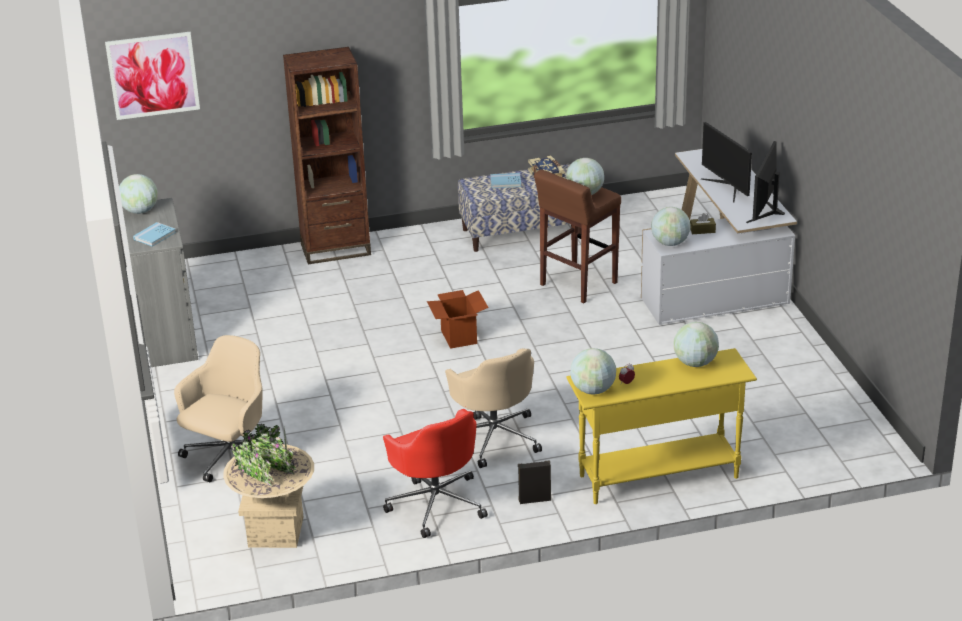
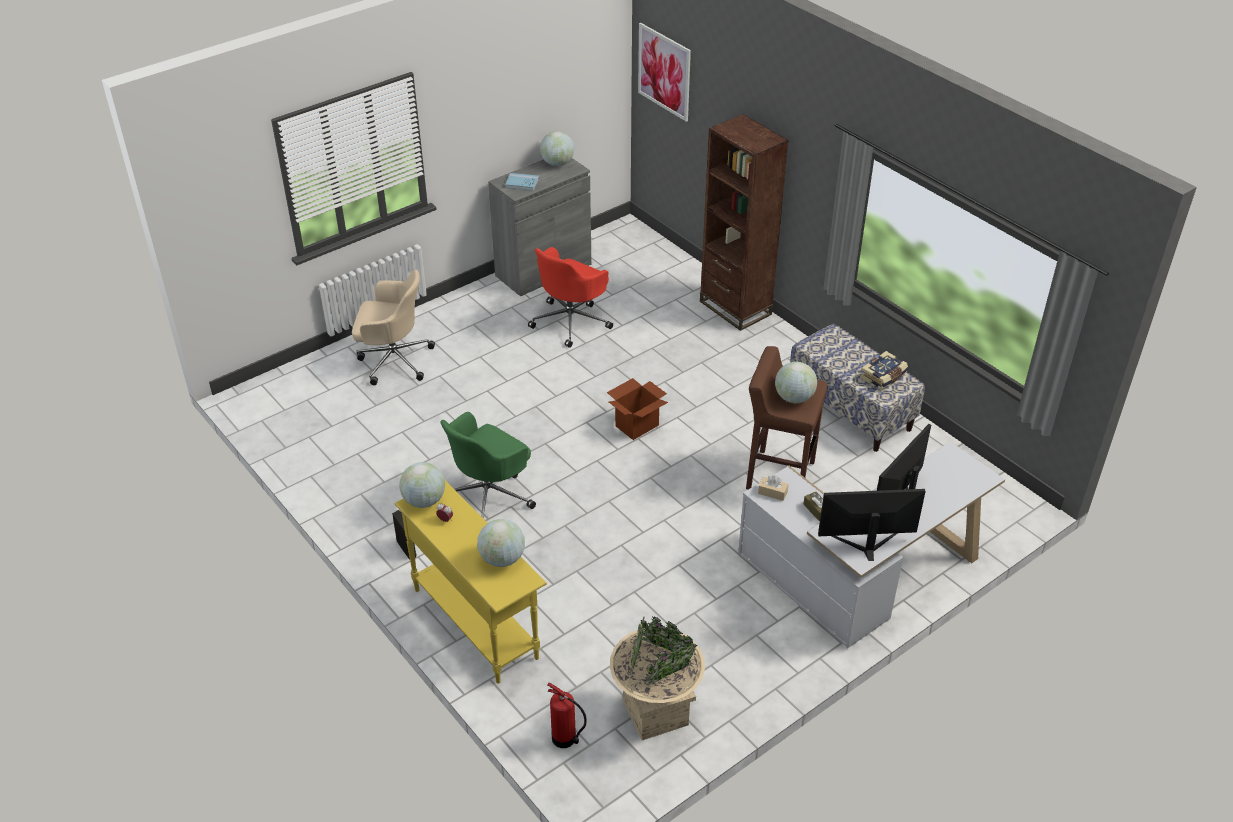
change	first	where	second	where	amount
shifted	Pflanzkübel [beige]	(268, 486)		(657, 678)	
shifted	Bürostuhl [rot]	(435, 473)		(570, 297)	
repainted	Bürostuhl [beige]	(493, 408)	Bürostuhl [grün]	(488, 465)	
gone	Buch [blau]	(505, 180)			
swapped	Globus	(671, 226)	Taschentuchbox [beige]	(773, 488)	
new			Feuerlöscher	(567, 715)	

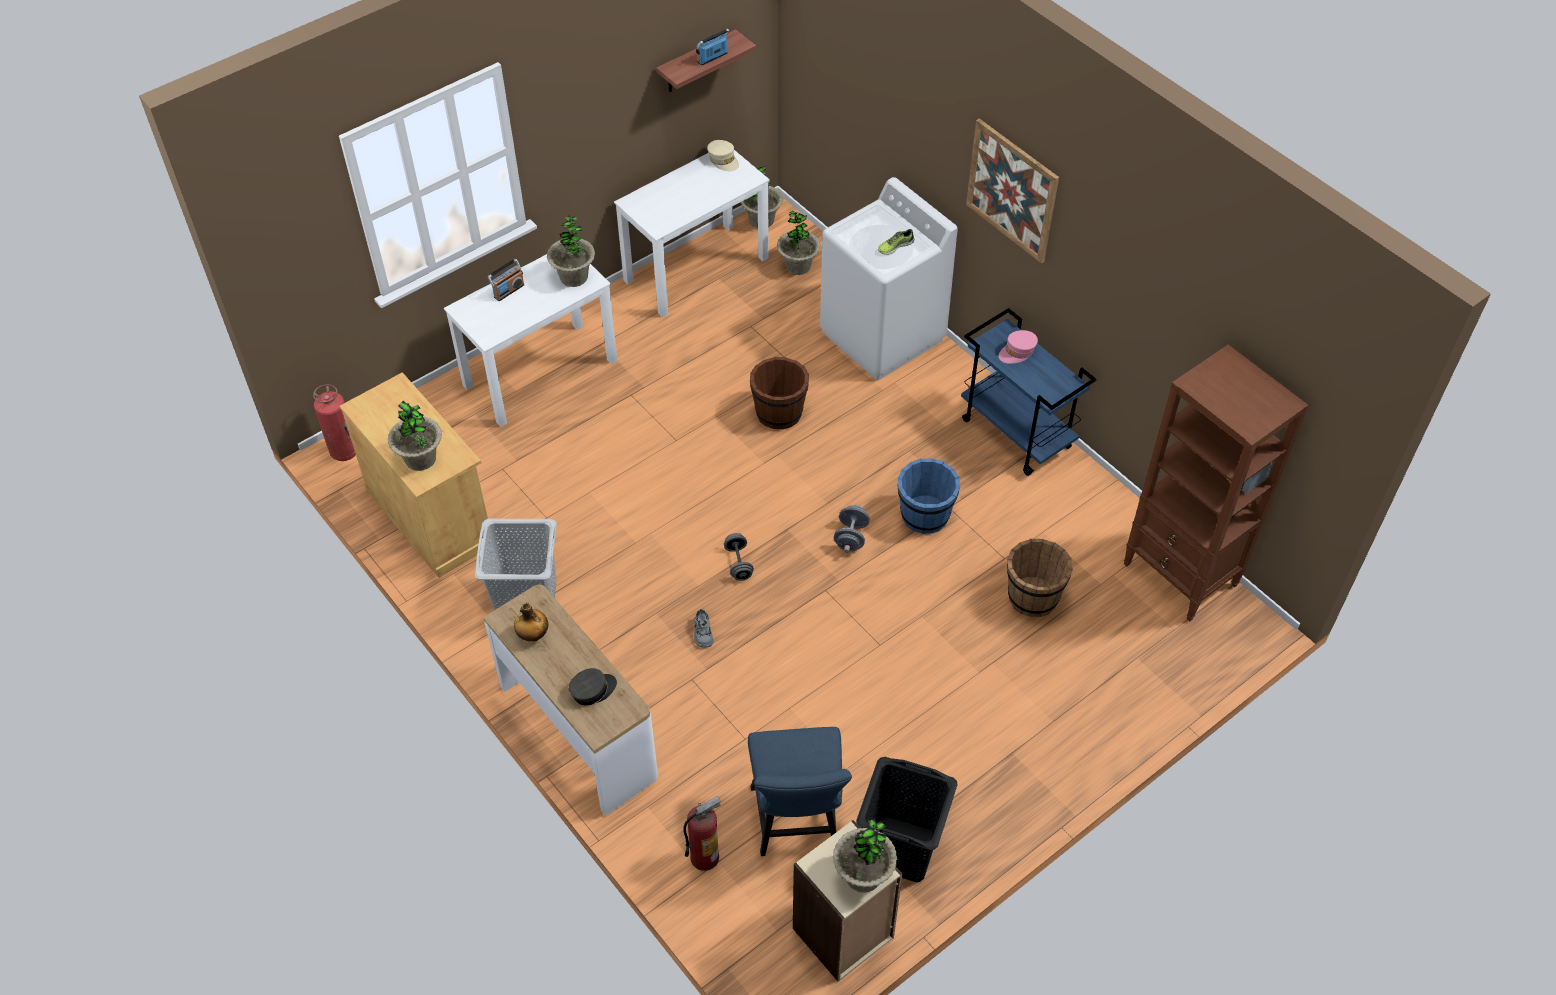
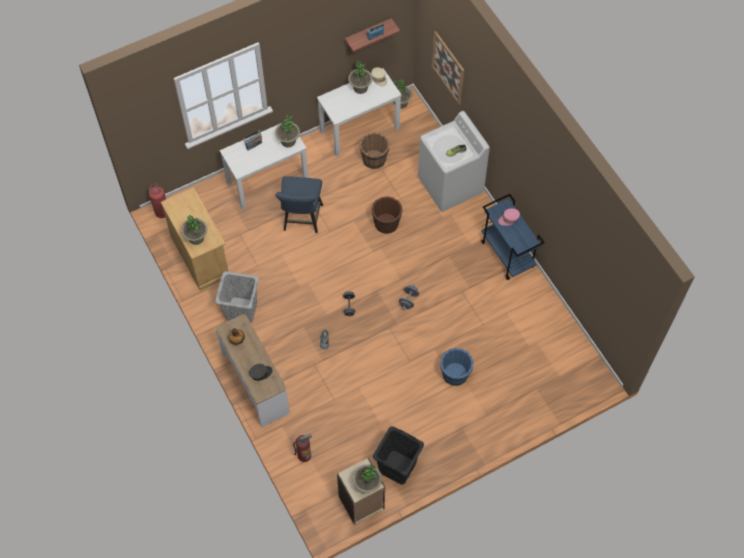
change	first	where	second	where	amount
shifted	Stuhl [blau]	(800, 791)		(299, 204)	
shifted	Topfpflanze	(798, 243)		(360, 77)	
shifted	Eimer [blau]	(929, 496)		(457, 367)	
shifted	Bild	(1012, 191)		(448, 68)	
shifted	Eimer [braun]	(1040, 578)		(374, 150)	
gone	Bücherregal [braun]	(1216, 483)			

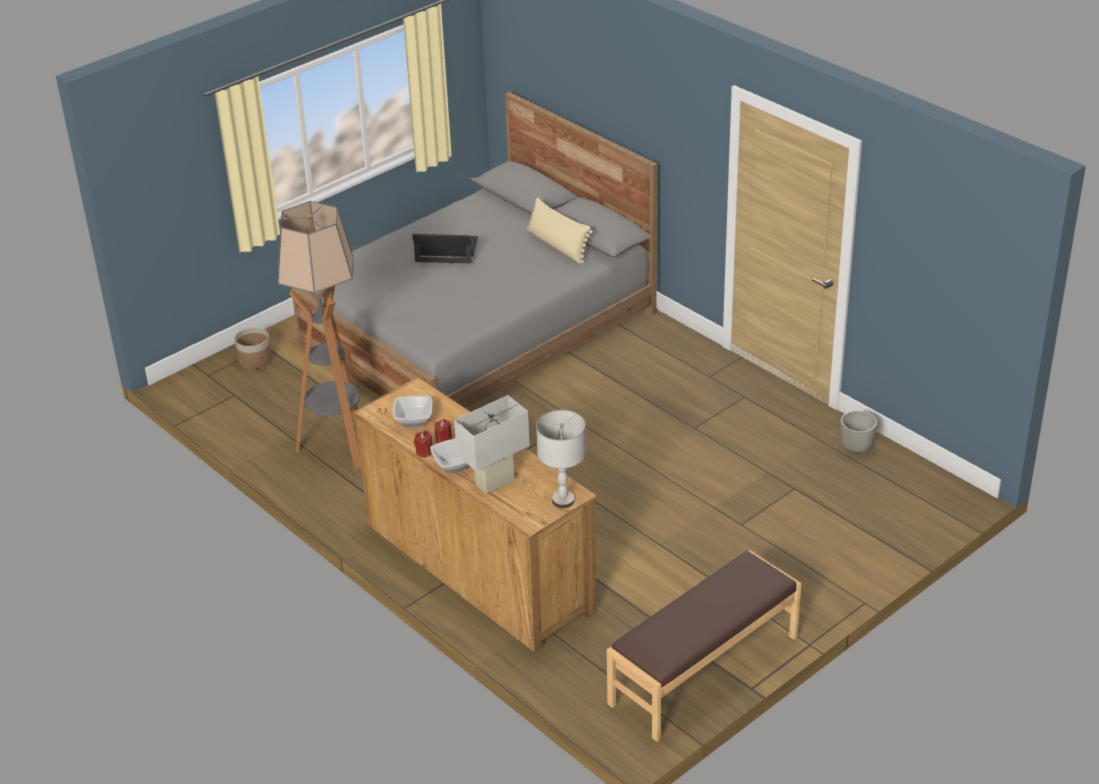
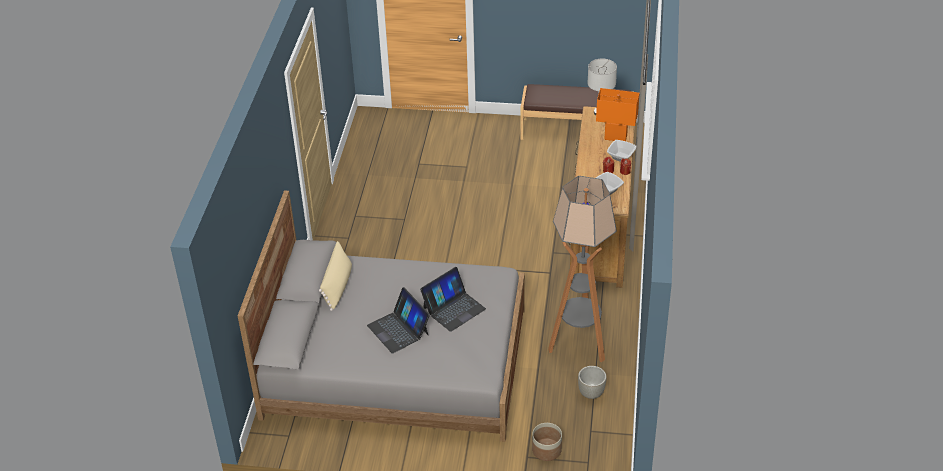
change	first	where	second	where	amount
repainted	Tischlampe [weiß]	(492, 444)	Tischlampe [orange]	(618, 114)	
shifted	Pflanzkübel [grau]	(859, 432)		(592, 382)	
new			Laptop	(453, 299)	

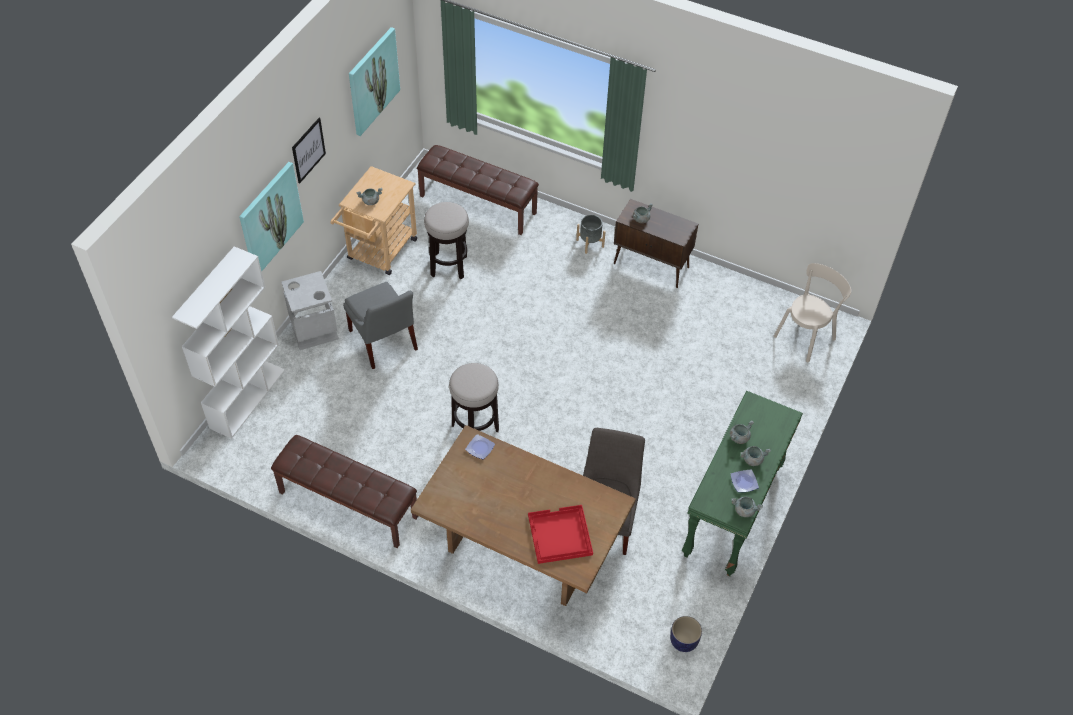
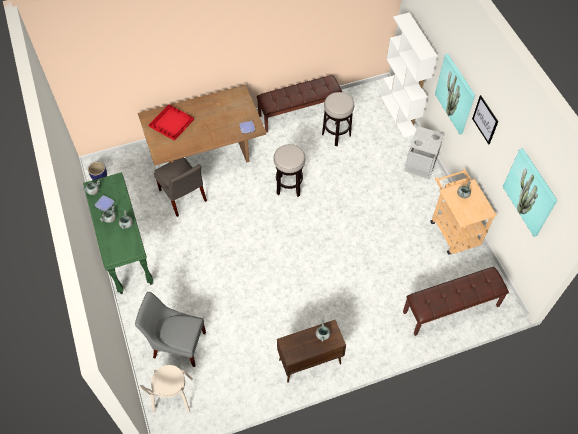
change	first	where	second	where	amount
shifted	Stuhl [grau]	(380, 325)		(170, 329)	
shifted	Hocker	(446, 241)		(338, 119)	
gone	Pflanzkübel [grau]	(591, 234)			

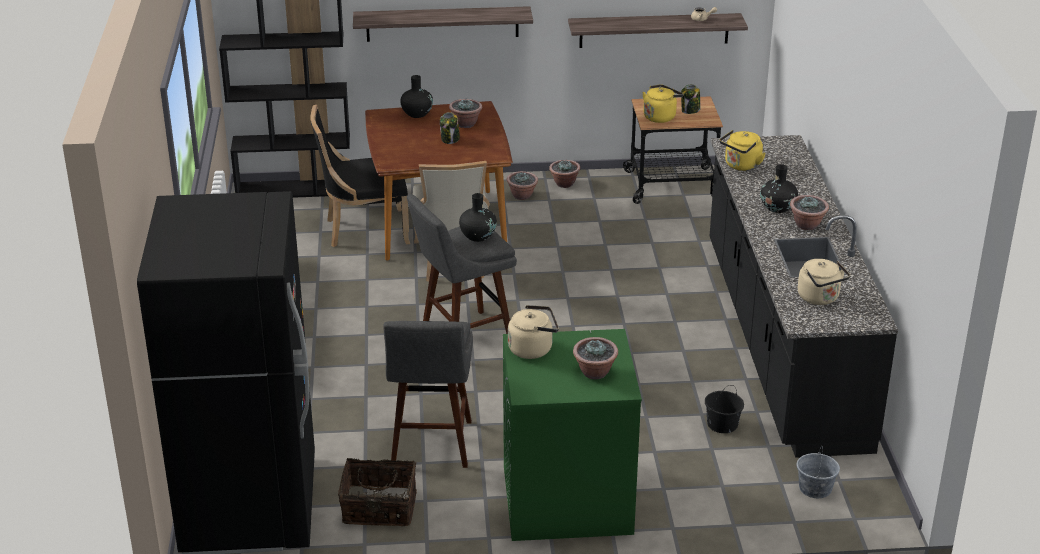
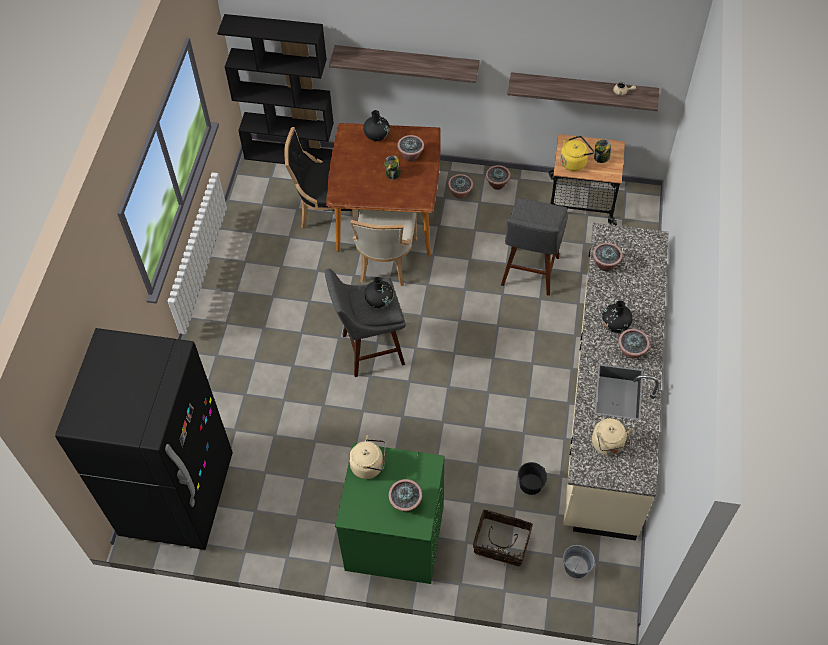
change	first	where	second	where	amount
shifted	Korb	(377, 492)		(503, 540)	
shifted	Hocker [grau]	(428, 394)		(534, 247)	
repainted	Küchenzeile [schwarz]	(804, 296)	Küchenzeile [beige]	(616, 381)	
swapped	Wasserkessel [gelb]	(743, 150)	Topfpflanze	(608, 257)	

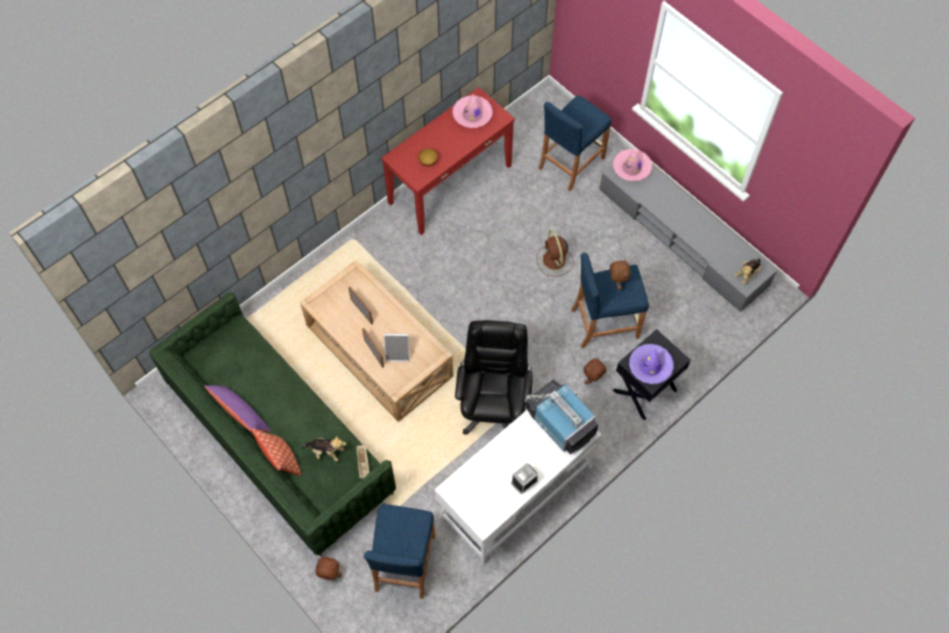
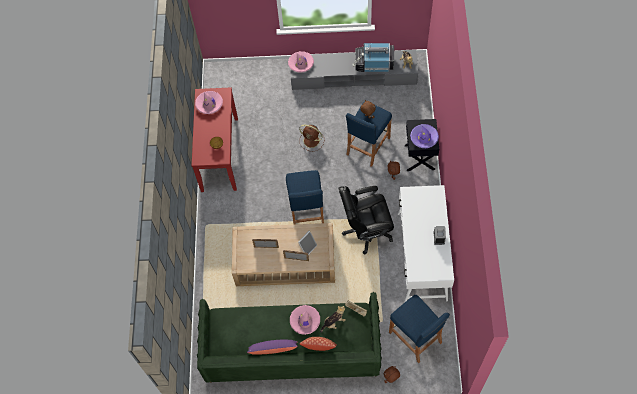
change	first	where	second	where	amount
rotated	Bürostuhl [schwarz]	(494, 377)		(366, 220)	60 degrees counterclockwise
shifted	Fernseher	(562, 416)		(373, 57)	
shifted	Hocker [blau]	(575, 143)		(305, 197)	
new			Hut [rosa]	(305, 320)	

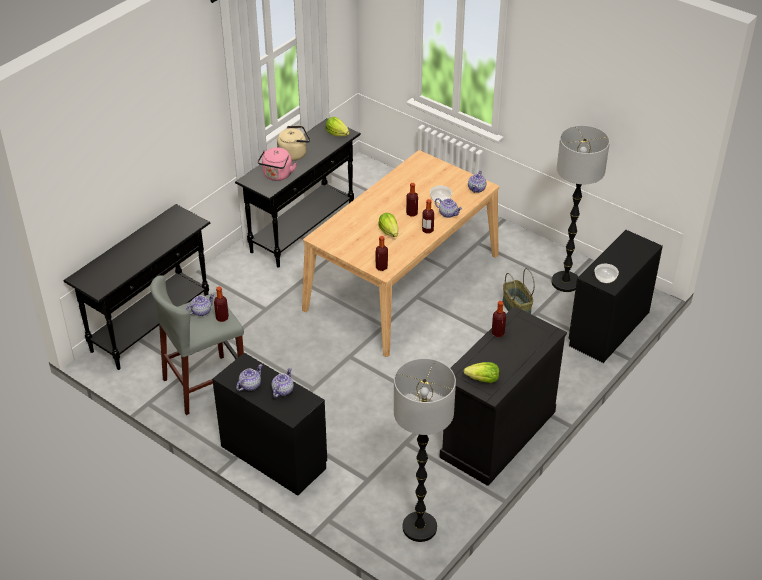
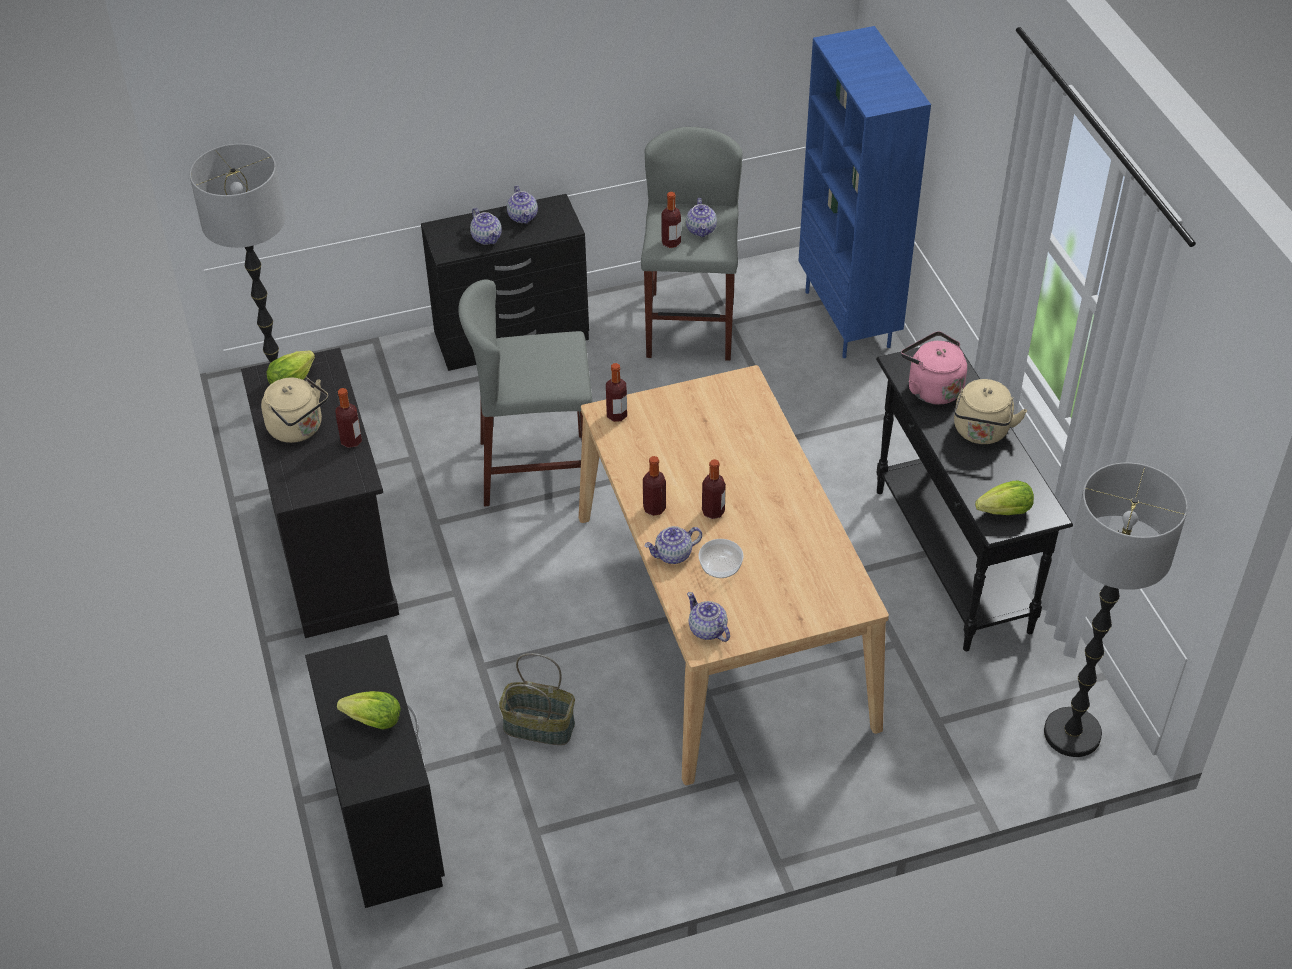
change	first	where	second	where	amount
swapped	Konsolentisch [schwarz]	(137, 287)	Bücherregal [blau]	(864, 192)	
shifted	Salatkopf	(388, 225)		(369, 710)	
shifted	Stehlampe	(580, 208)		(1116, 610)	
gone	Schüssel	(607, 273)			
new			Wasserkessel [beige]	(295, 410)	
new			Hocker [grau]	(525, 393)	

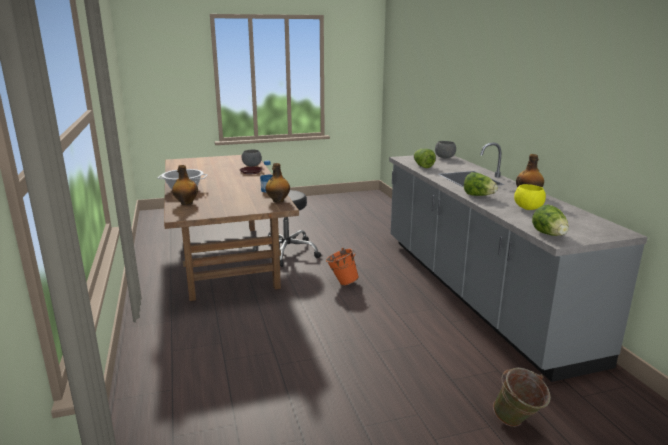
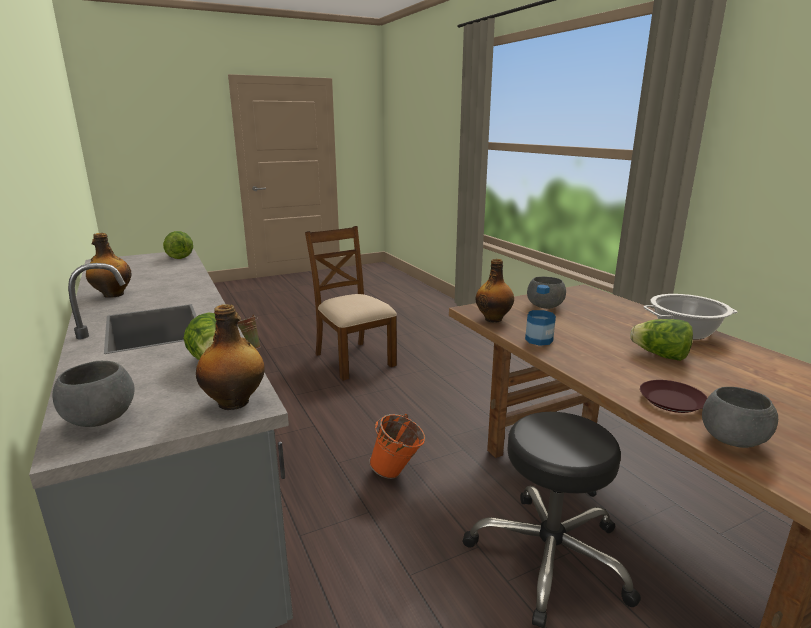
change	first	where	second	where	amount
shifted	Flasche	(185, 185)		(230, 357)	
shifted	Salatkopf	(481, 184)		(661, 340)	
gone	Schüssel [gelb]	(530, 197)			
new			Stuhl [braun]	(351, 303)	
new			Schüssel [grau]	(546, 293)	

